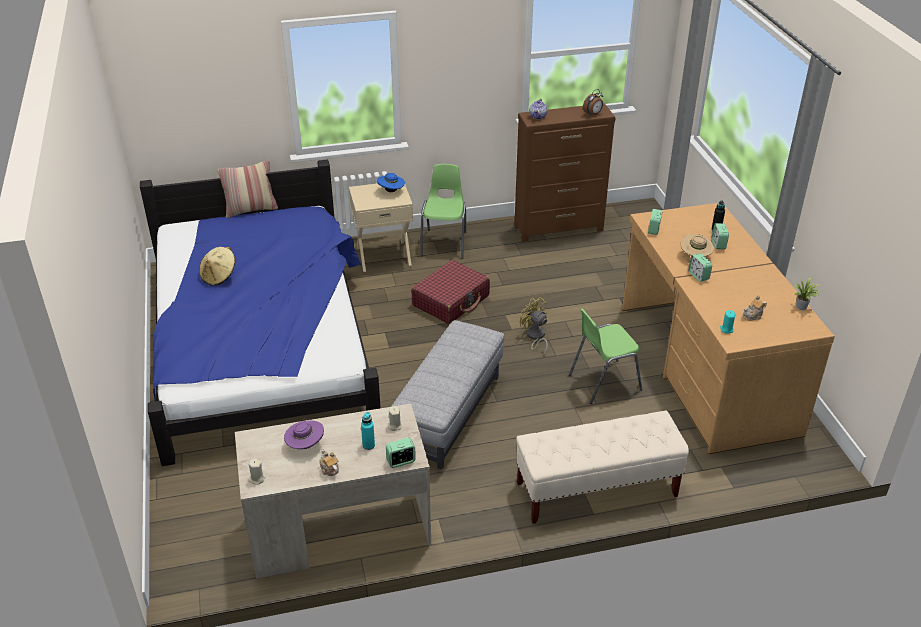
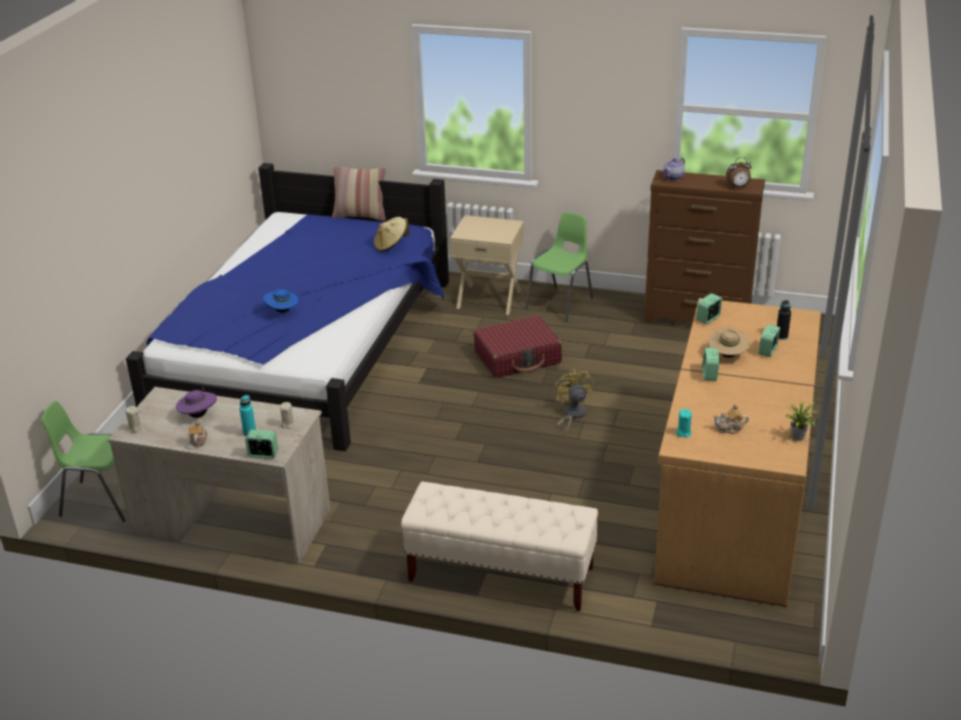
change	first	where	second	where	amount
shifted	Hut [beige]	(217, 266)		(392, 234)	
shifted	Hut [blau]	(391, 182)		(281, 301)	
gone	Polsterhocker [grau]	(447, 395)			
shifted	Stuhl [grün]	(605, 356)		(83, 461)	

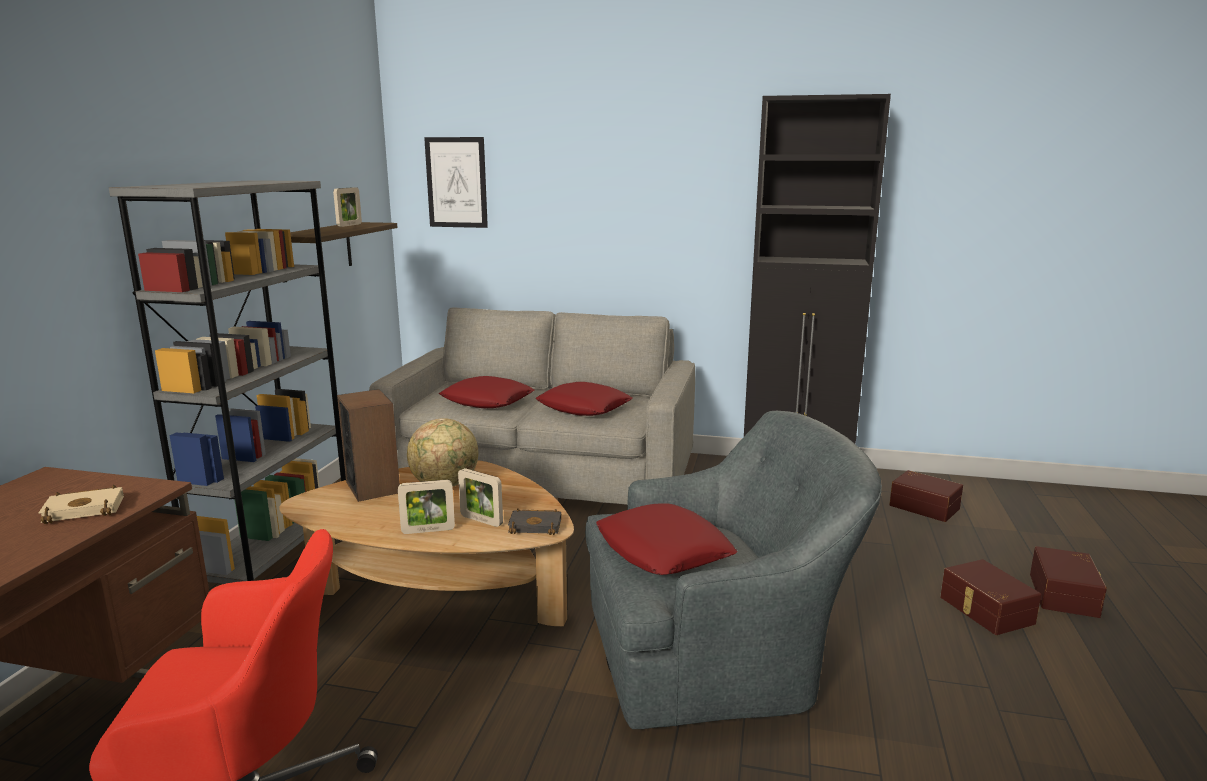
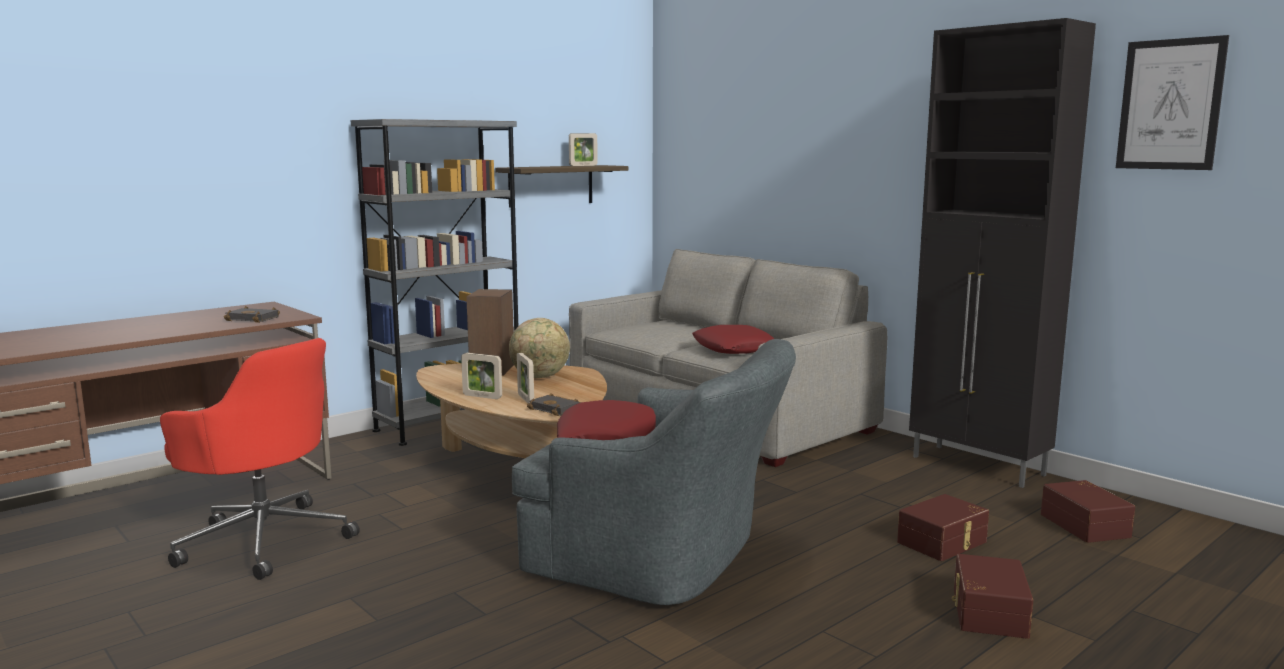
change	first	where	second	where	amount
repainted	Buch [beige]	(81, 504)	Buch [schwarz]	(252, 314)	
shifted	Bild	(456, 182)		(1172, 102)	
gone	Kissen [rot]	(486, 392)			
shifted	Aufbewahrungsbox [braun]	(1068, 582)		(943, 527)	

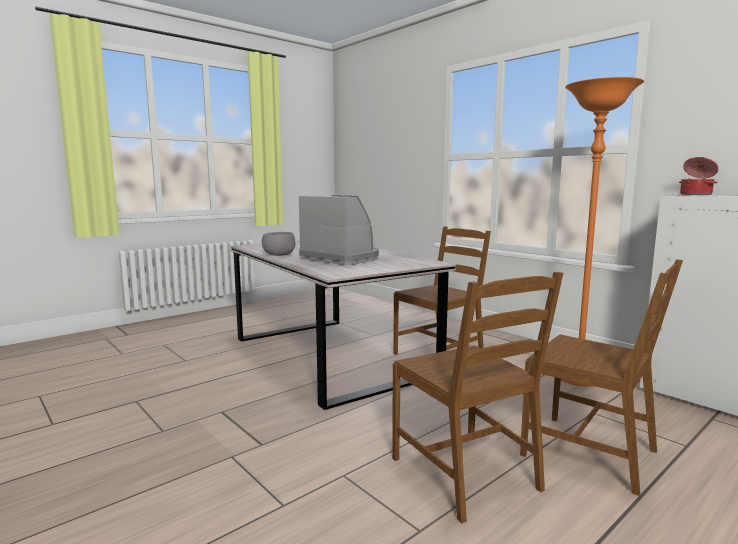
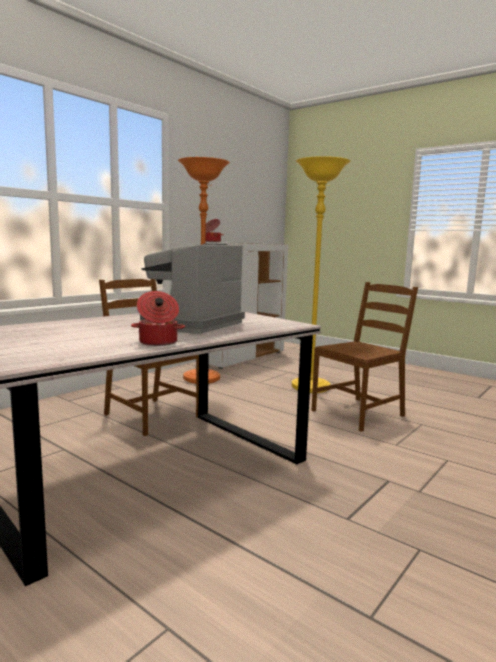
change	first	where	second	where	amount
swapped	Schüssel [grau]	(278, 244)	Kochtopf	(158, 318)	
swapped	Stuhl [braun]	(601, 377)	Stehlampe [gelb]	(321, 274)	

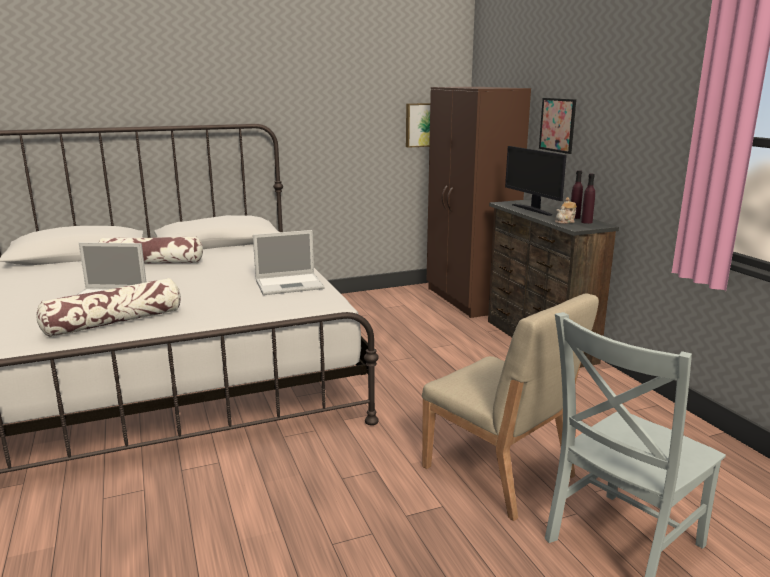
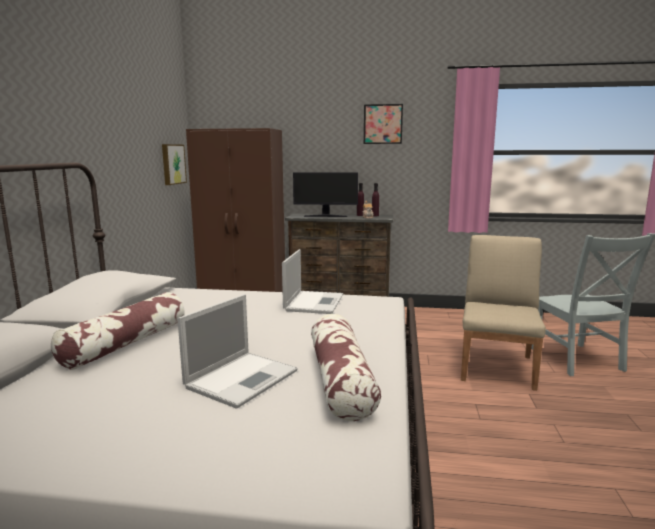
change	first	where	second	where	amount
rotated	Stuhl [beige]	(510, 407)		(503, 313)	60 degrees counterclockwise
shifted	Bild	(557, 126)		(383, 124)	

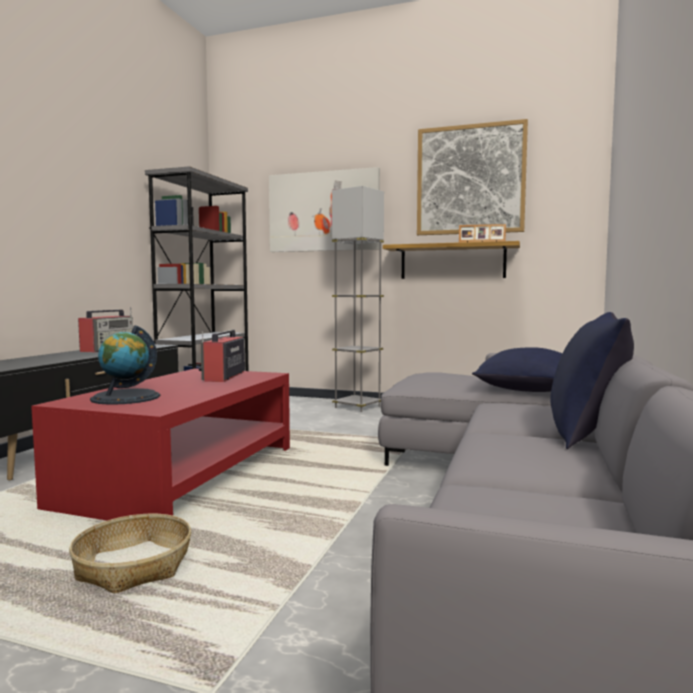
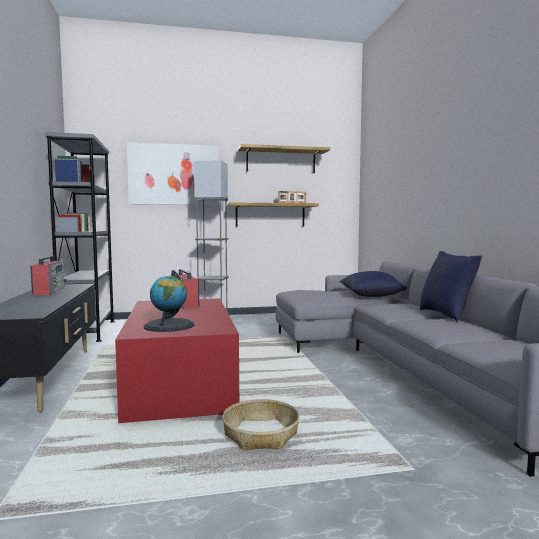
change	first	where	second	where	amount
swapped	Bild	(472, 177)	Wandregal	(284, 158)	

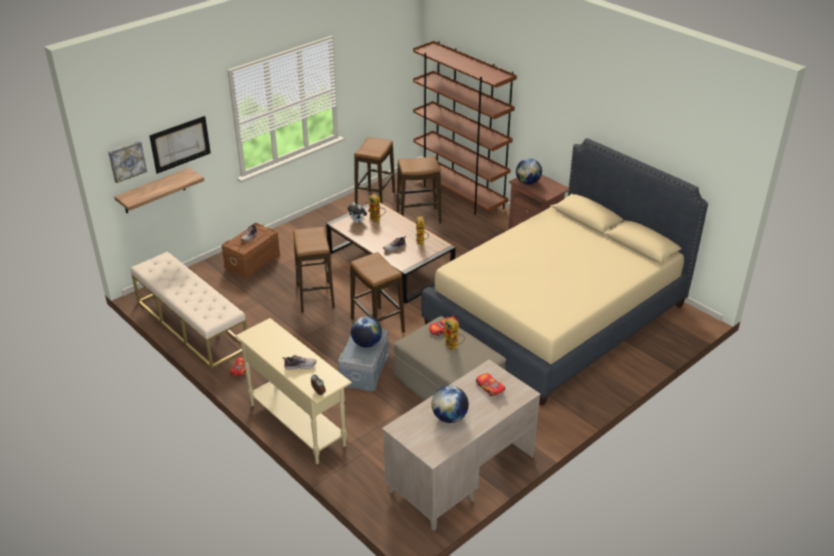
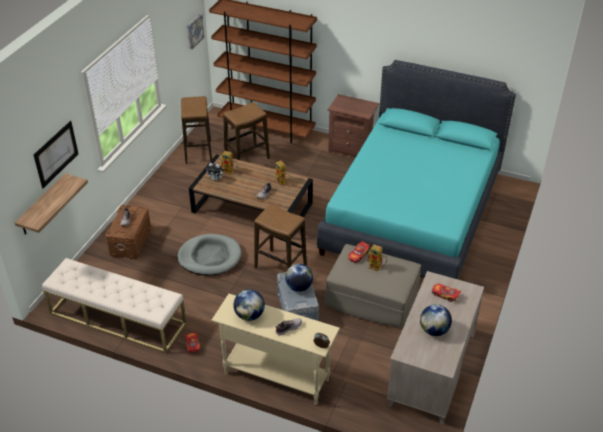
change	first	where	second	where	amount
shifted	Bild	(127, 162)		(195, 31)	
swapped	Hocker	(314, 270)	Hundebett [grau]	(209, 255)	
repainted	Bett [beige]	(565, 272)	Bett [türkis]	(416, 169)	
shifted	Globus	(529, 171)		(249, 305)	

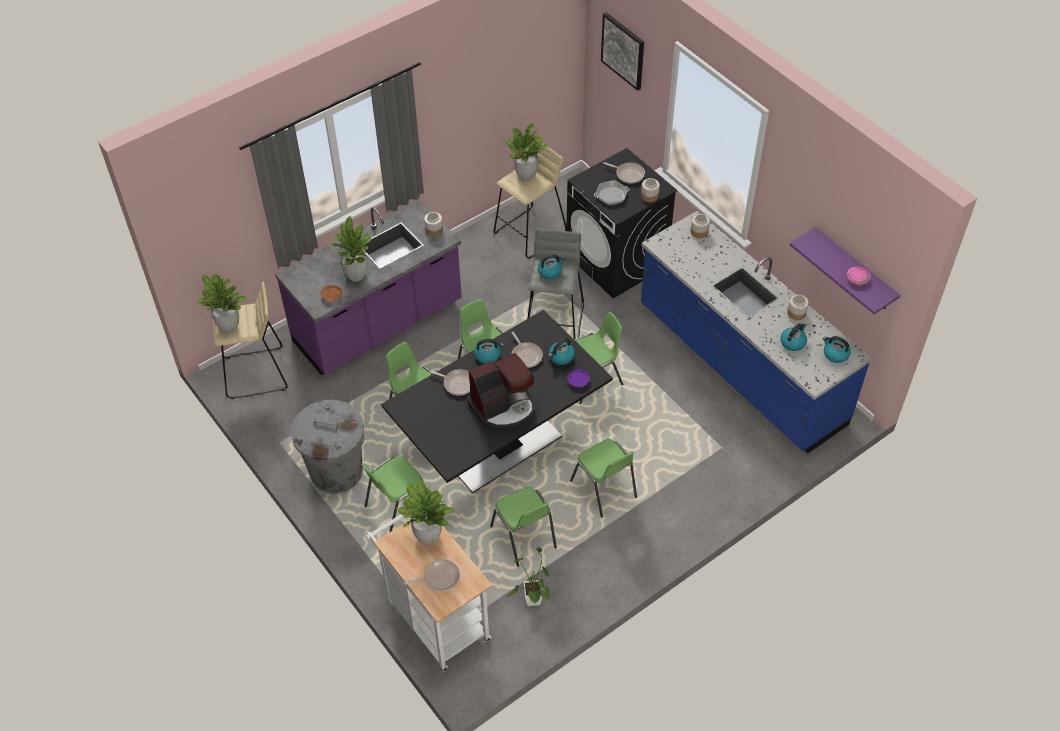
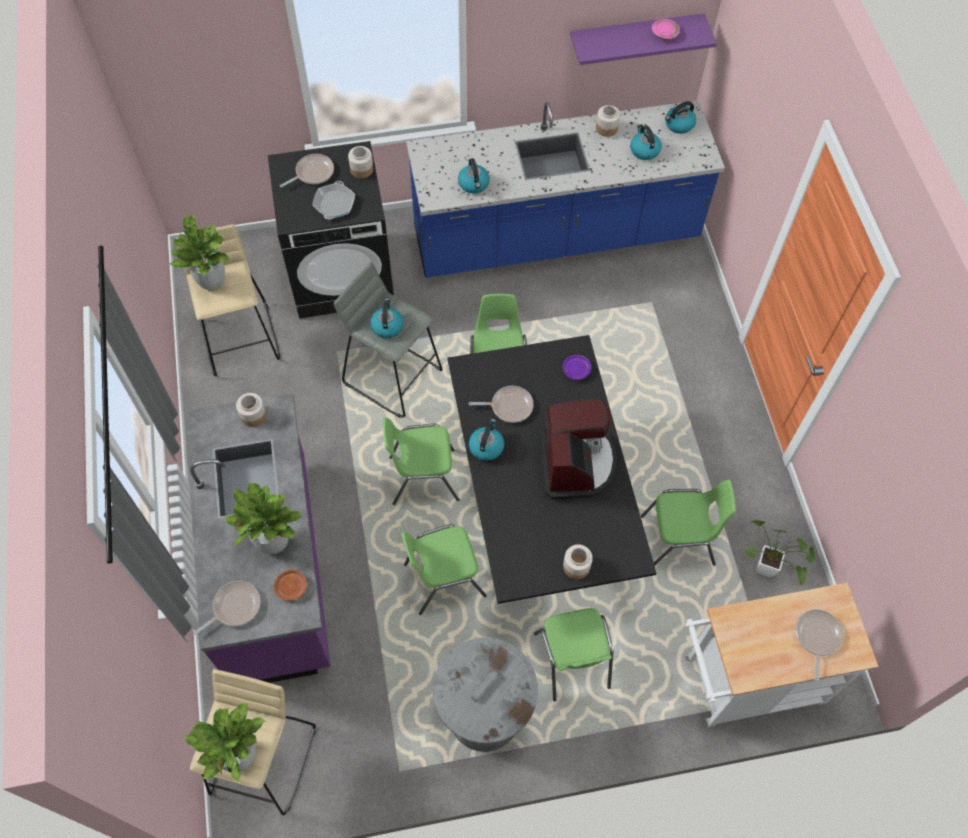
change	first	where	second	where	amount
gone	Topfpflanze	(425, 513)			
shifted	Pfanne	(449, 382)		(227, 608)	
shifted	Wasserkessel	(561, 351)		(474, 176)	
gone	Stuhl [grün]	(603, 478)			
gone	Bild	(622, 52)			
shifted	Vorratsglas	(700, 226)		(578, 561)	

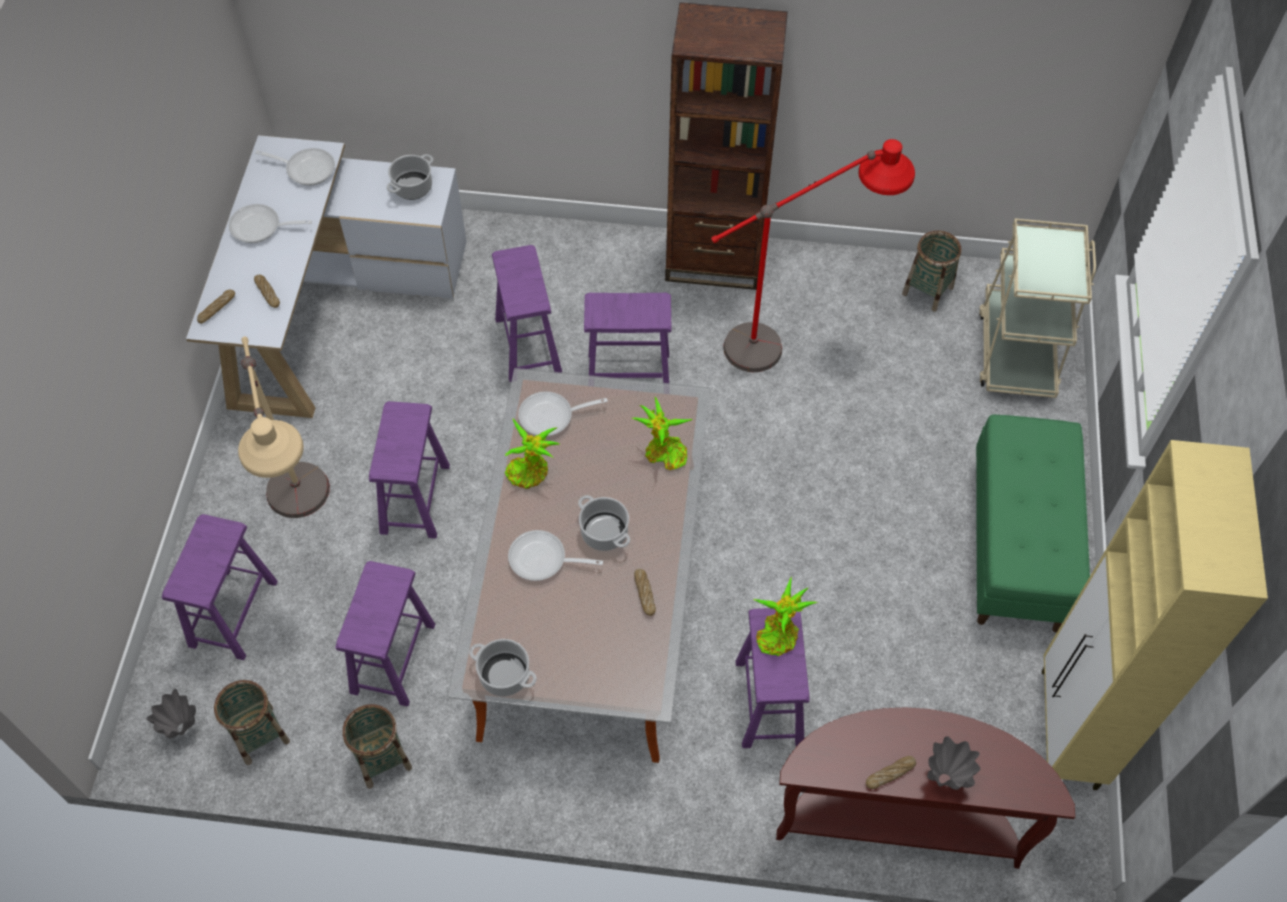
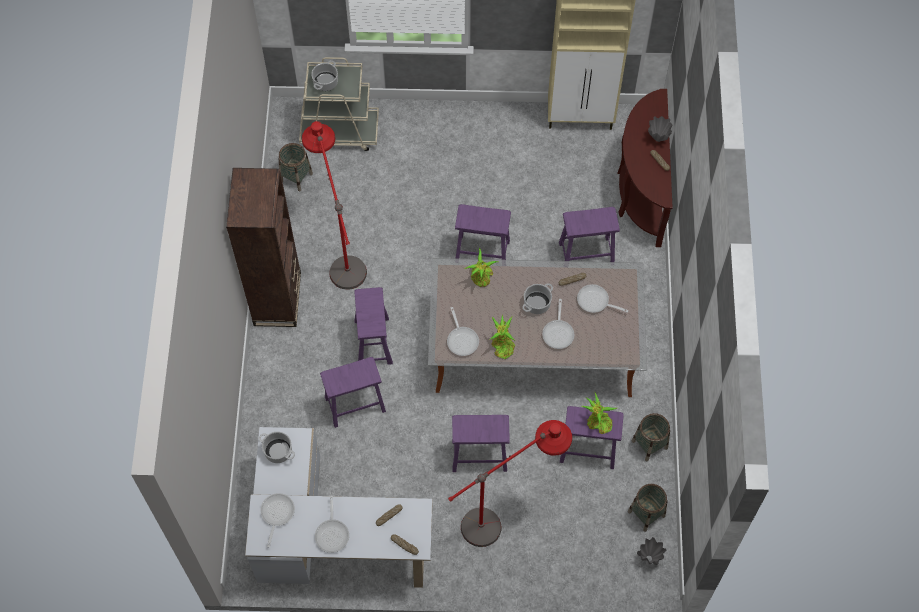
change	first	where	second	where	amount
shifted	Hocker [lila]	(220, 587)		(483, 232)	
repainted	Stehlampe [beige]	(284, 427)	Stehlampe [rot]	(510, 483)	
shifted	Kochtopf	(503, 668)		(324, 76)	
shifted	Topfpflanze	(785, 616)		(599, 413)	
gone	Bank [grün]	(1033, 523)			
new			Pfanne	(603, 298)	

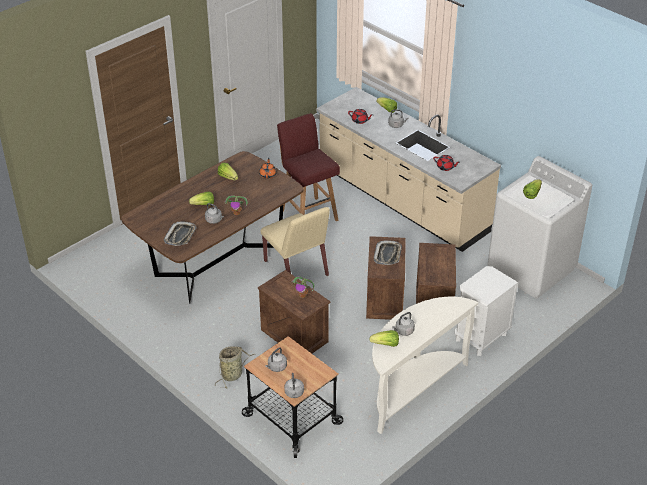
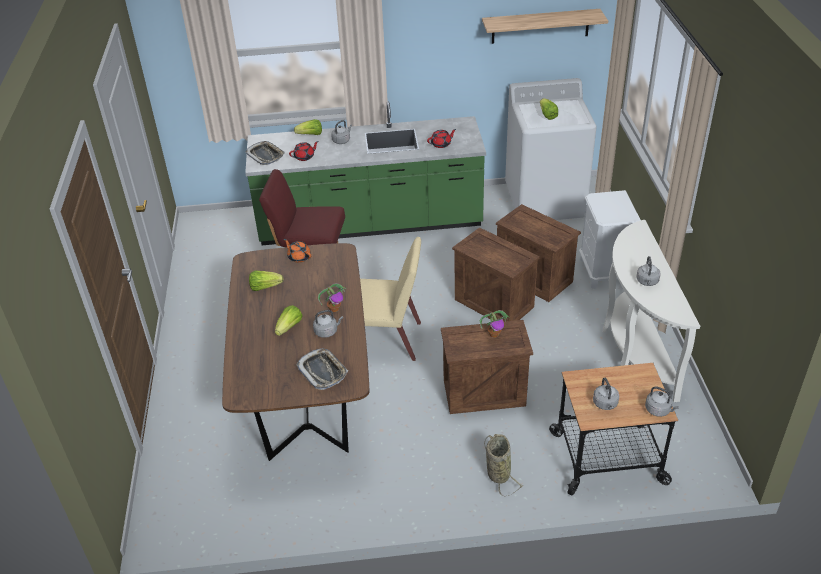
change	first	where	second	where	amount
repainted	Küchenzeile [beige]	(408, 169)	Küchenzeile [grün]	(365, 173)	
gone	Salatkopf	(384, 338)			
shifted	Tablett	(388, 252)		(265, 153)	
new			Wandregal	(545, 26)	

